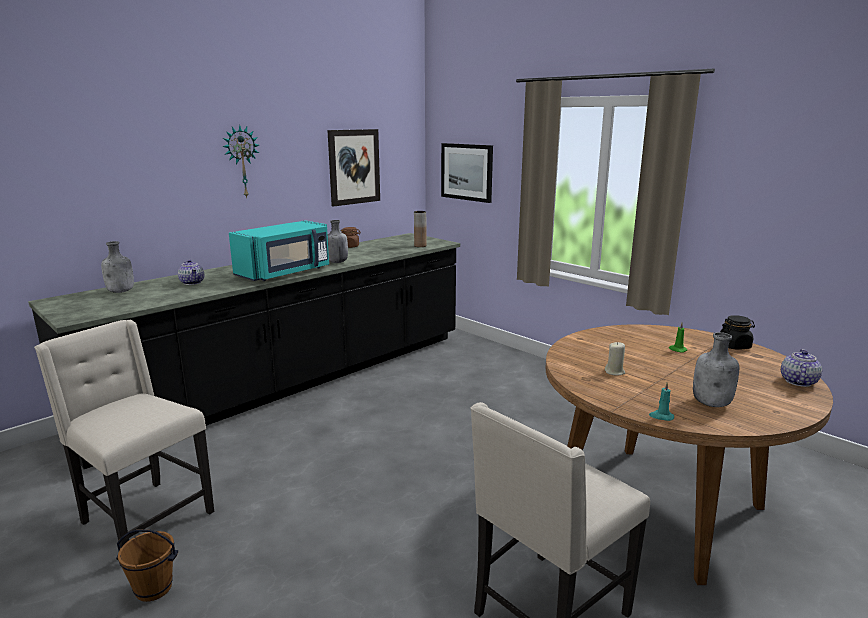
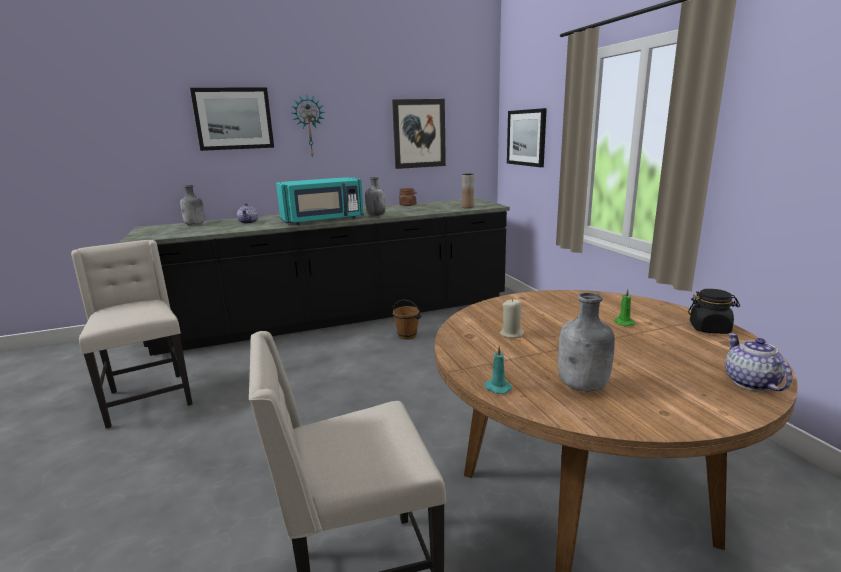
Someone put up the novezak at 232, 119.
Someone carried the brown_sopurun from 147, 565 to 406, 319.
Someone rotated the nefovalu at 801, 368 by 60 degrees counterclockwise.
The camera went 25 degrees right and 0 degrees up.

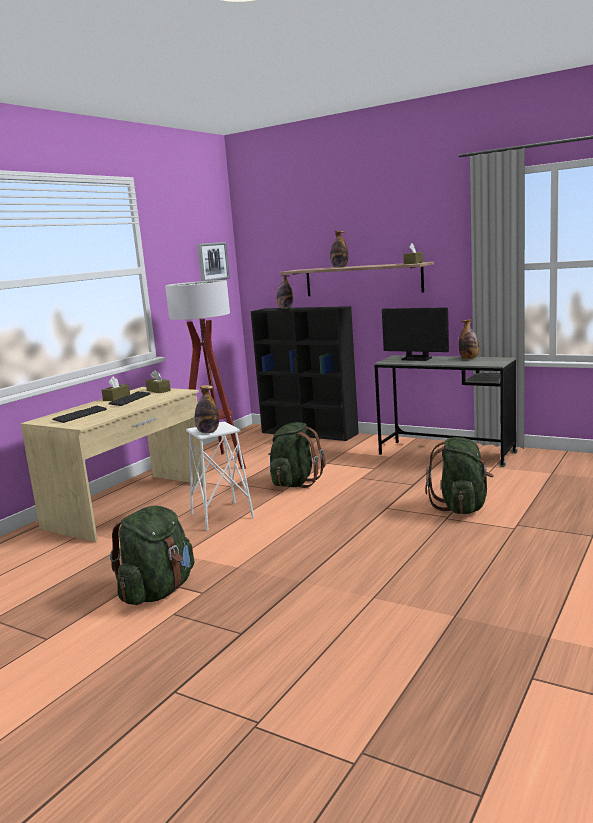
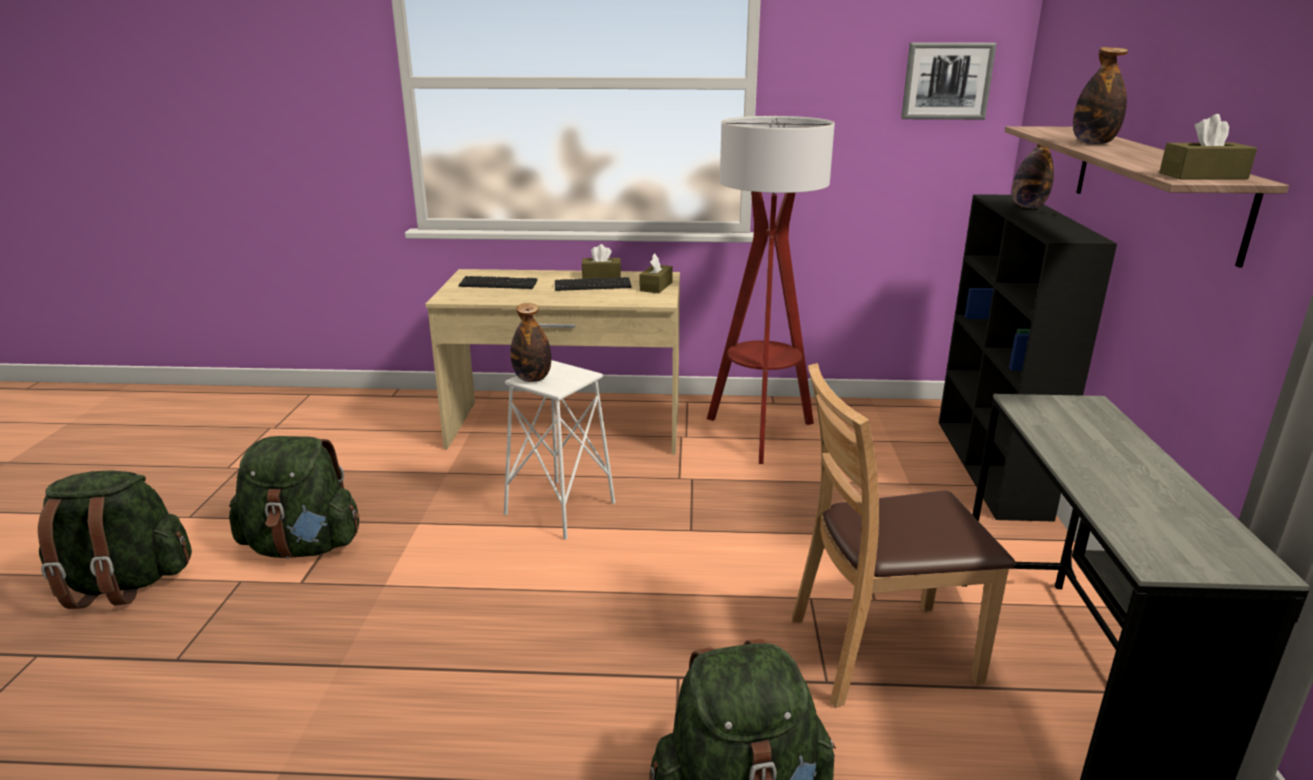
Someone carried the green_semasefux from 297, 455 to 115, 539.
Someone put down the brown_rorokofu at 903, 535.
Someone took away the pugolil at 415, 334.
Someone took away the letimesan at 469, 339.
The camera went 60 degrees right and 10 degrees up.

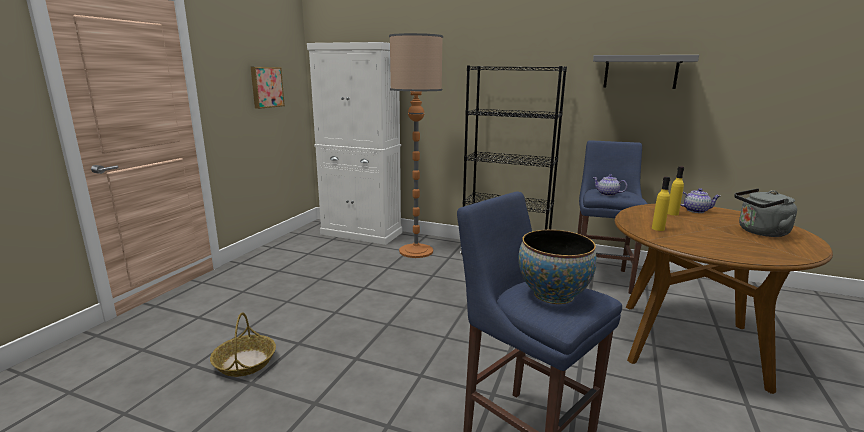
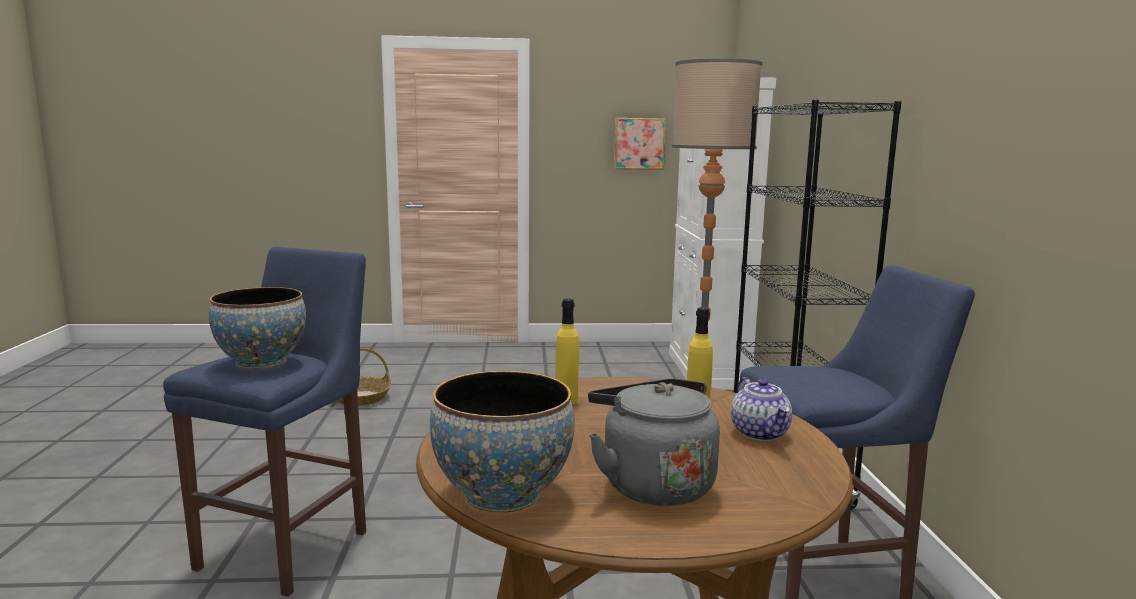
Someone put down the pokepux at 502, 442.
Someone took away the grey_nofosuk at 646, 72.
Someone took away the nefovalu at 610, 185.
The camera went 65 degrees right and 5 degrees down.

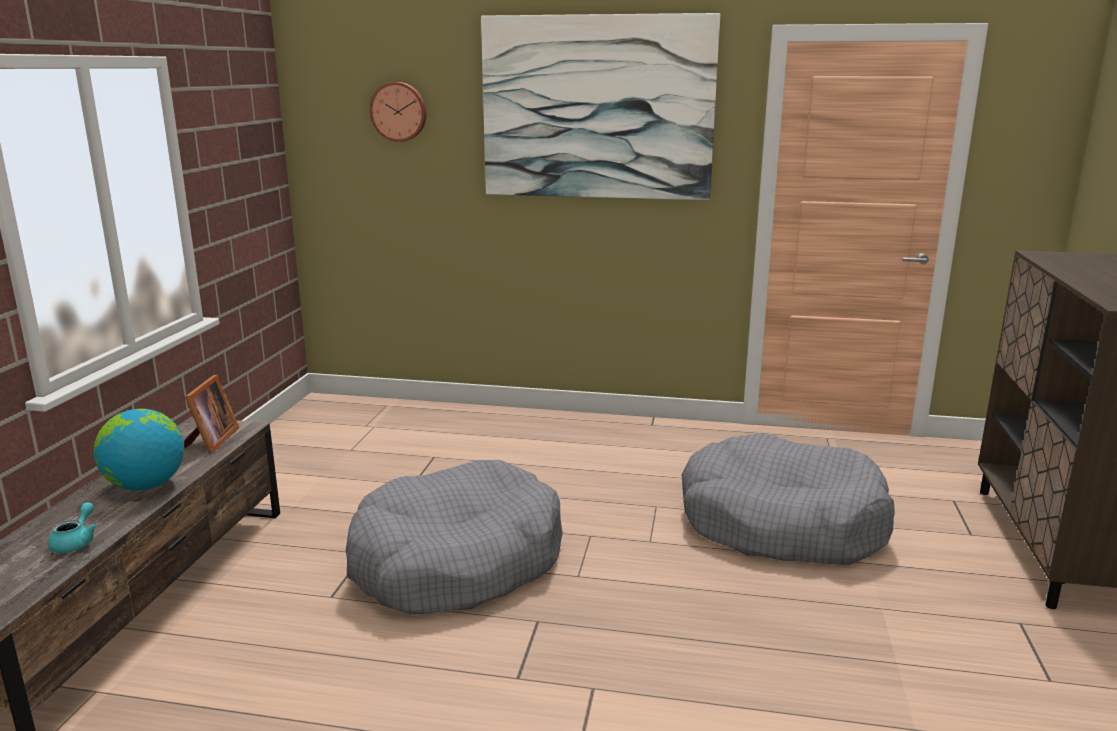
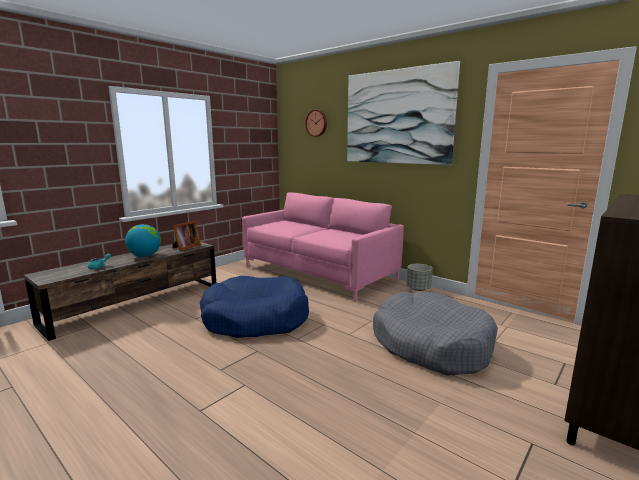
Someone repainted the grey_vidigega at 454, 537, which became the blue_vidigega at 254, 307.
Someone put down the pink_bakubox at 323, 247.
Someone put down the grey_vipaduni at 419, 277.
The camera went 30 degrees right and 5 degrees down.

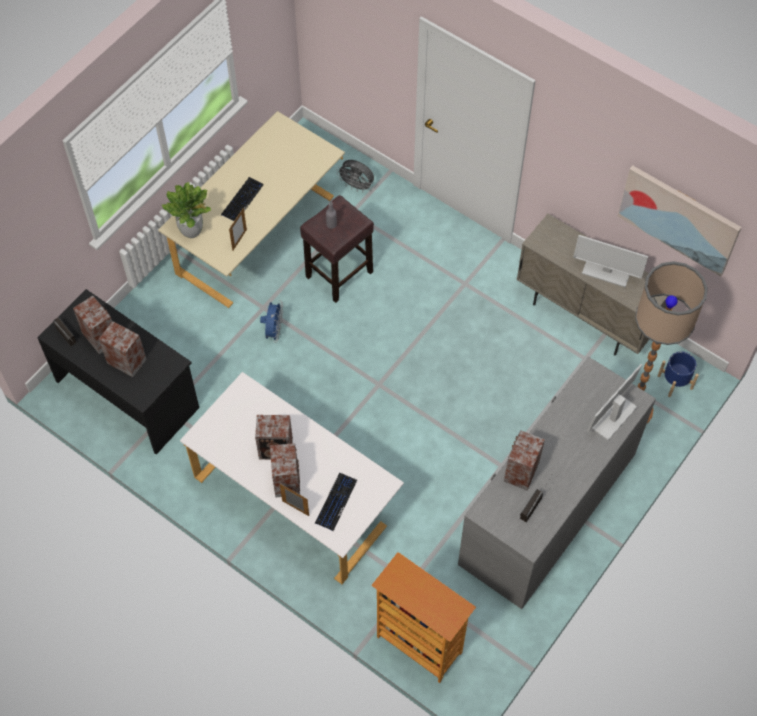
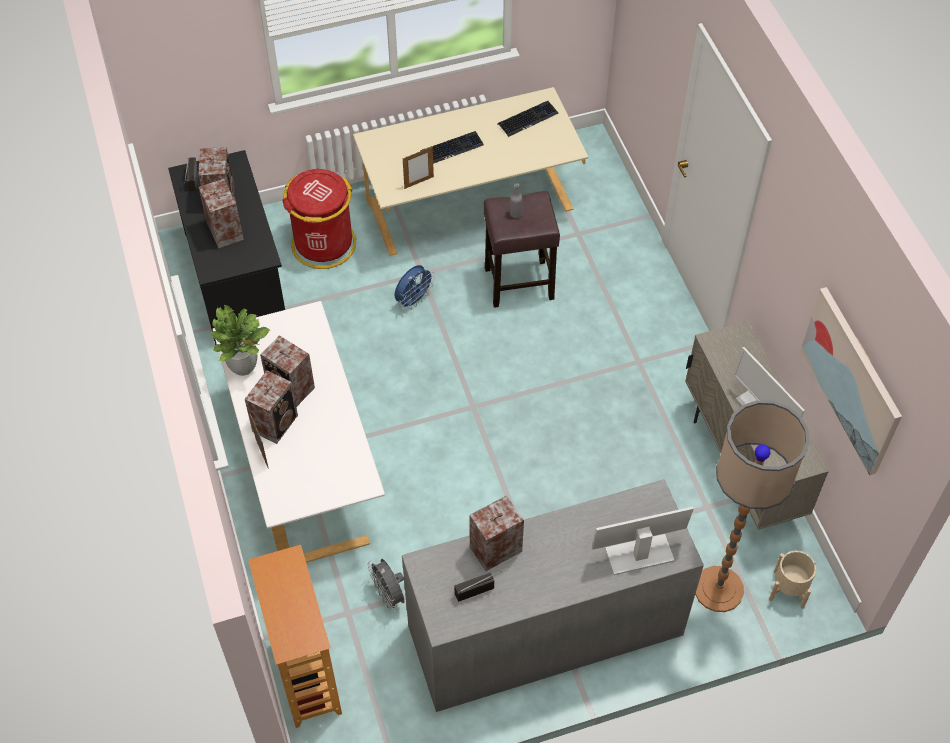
Someone carried the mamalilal from 186, 210 to 240, 340.
Someone put down the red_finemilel at 319, 219.
Someone carried the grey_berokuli from 355, 176 to 385, 585.
Someone carried the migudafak from 336, 502 to 527, 119.
Someone repainted the blue_vipaduni at 678, 374, which became the beige_vipaduni at 792, 580.
The camera went 35 degrees right and 5 degrees down.

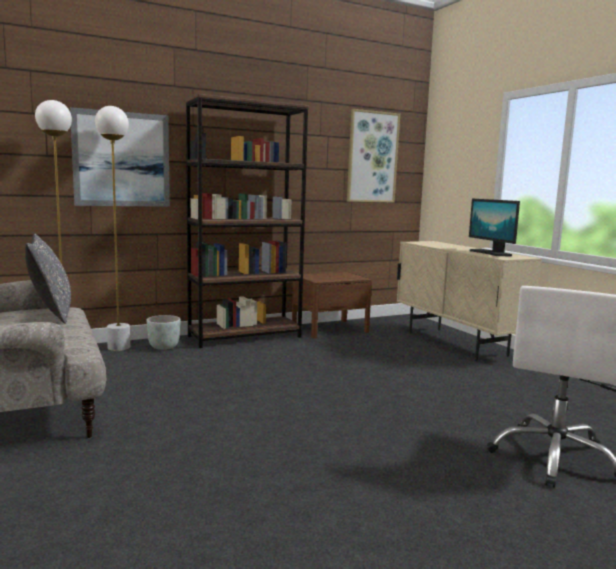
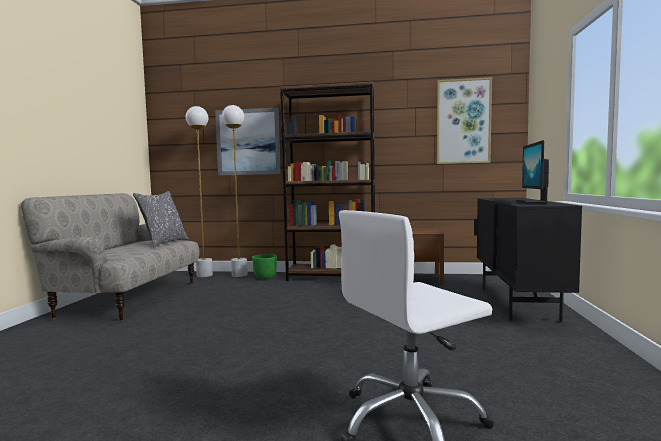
Someone repainted the grey_vipaduni at 163, 332, which became the green_vipaduni at 264, 266.
Someone repainted the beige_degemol at 469, 301, which became the black_degemol at 528, 260.
The camera went 35 degrees right and 5 degrees down.

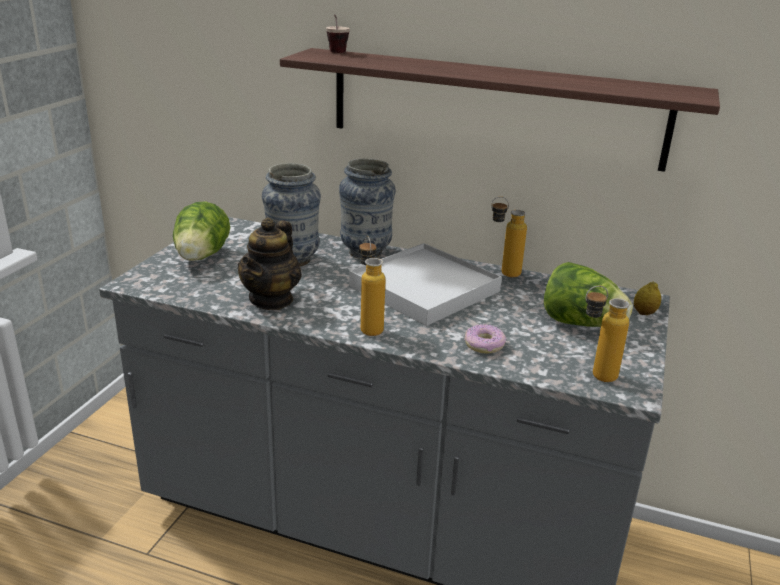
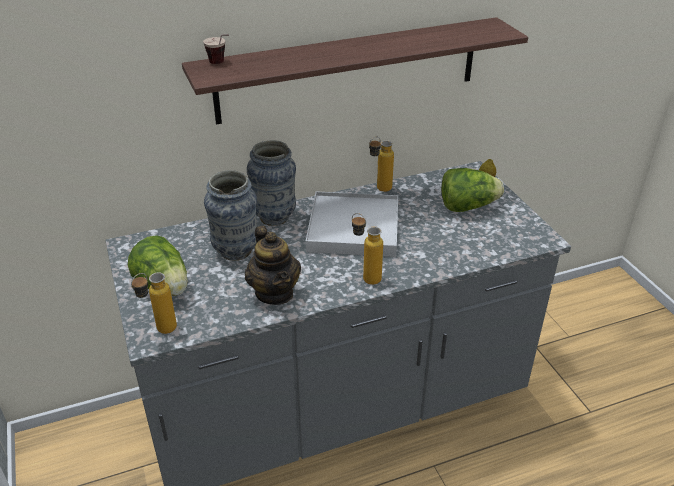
Someone carried the letimesan from 607, 334 to 154, 303.
Someone took away the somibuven at 485, 339.
The camera went 40 degrees left and 10 degrees up.

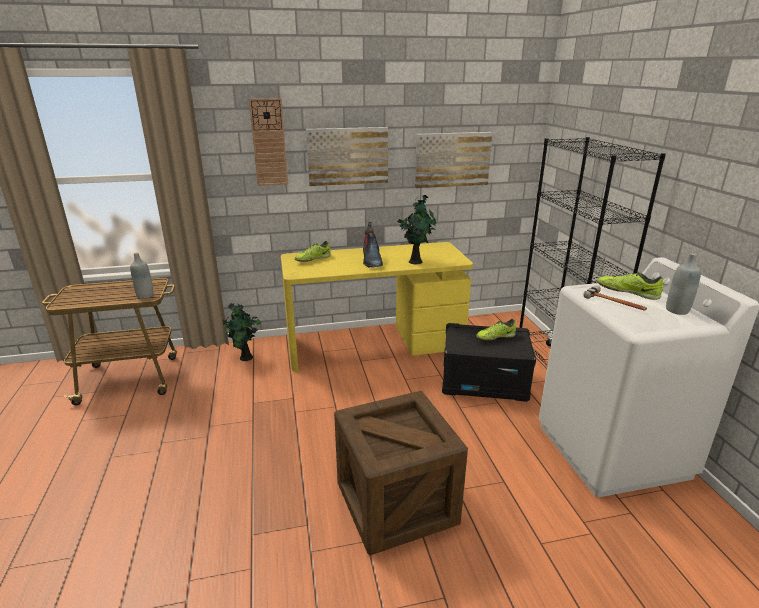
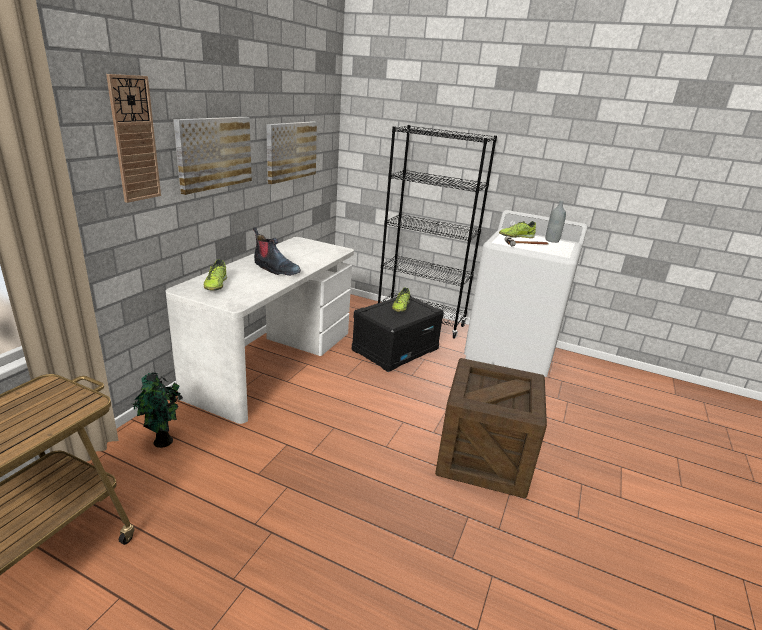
Someone repainted the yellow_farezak at 377, 307, which became the white_farezak at 260, 330.
Someone took away the grey_letimesan at 142, 276.
Someone took away the mamalilal at 416, 229.
The camera went 55 degrees left and 0 degrees up.

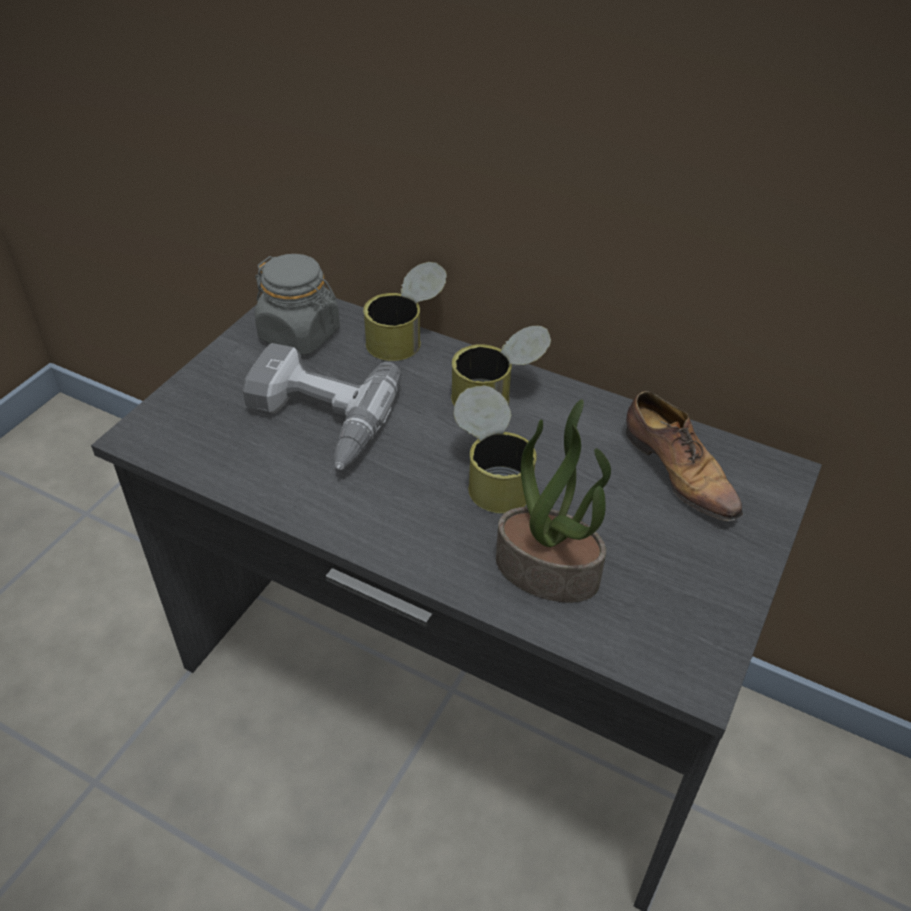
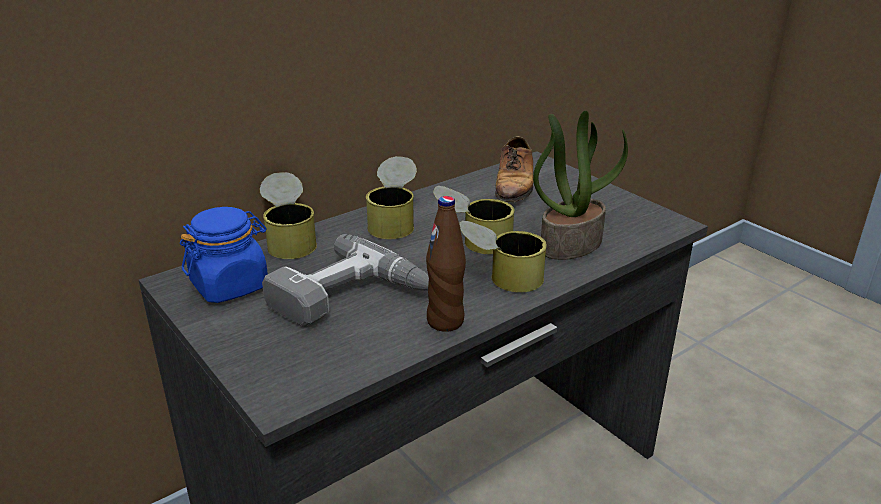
Someone repainted the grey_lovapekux at 297, 304, which became the blue_lovapekux at 224, 255.
Someone put down the brown_letimesan at 446, 264.
Someone put down the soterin at 503, 256.
Someone rotated the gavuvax at 684, 456 by 105 degrees clockwise.
The camera went 65 degrees left and 15 degrees down.

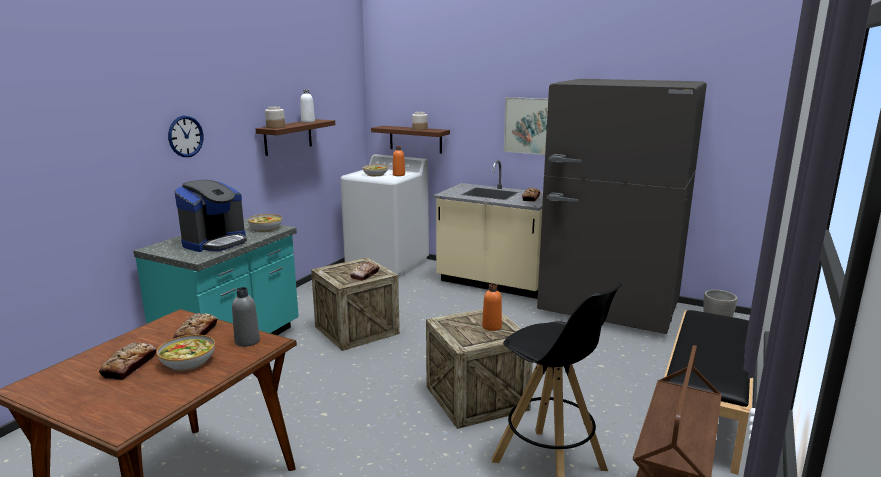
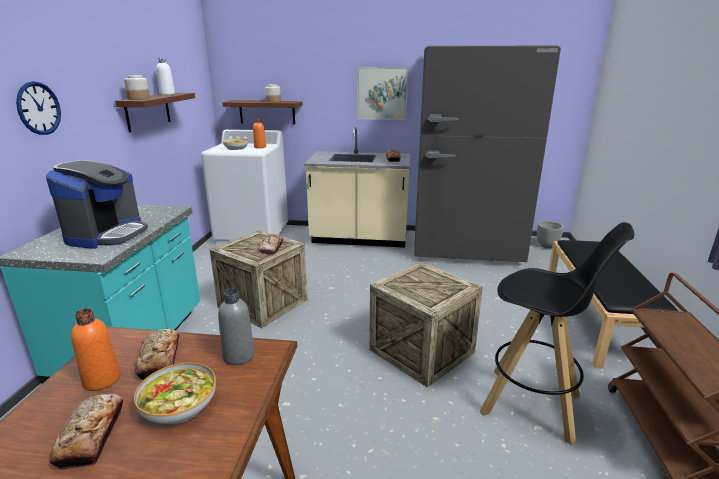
Someone carried the orange_letimesan from 492, 307 to 96, 349.
Someone took away the pokepux at 265, 223.
The camera went 20 degrees left and 5 degrees up.

